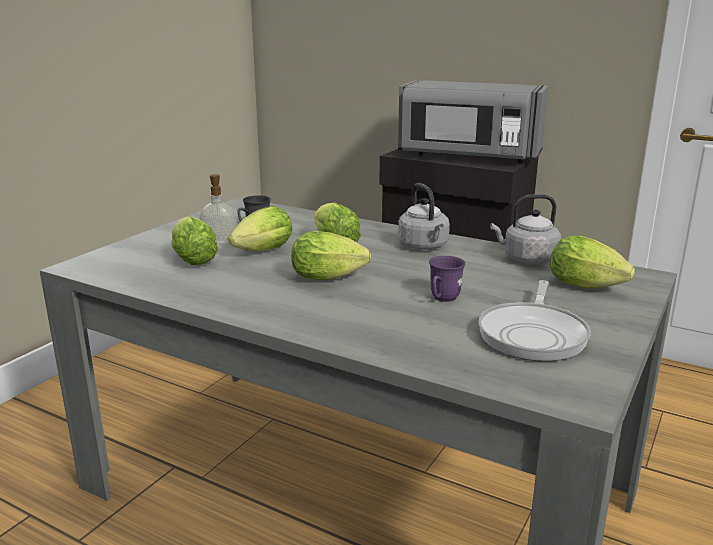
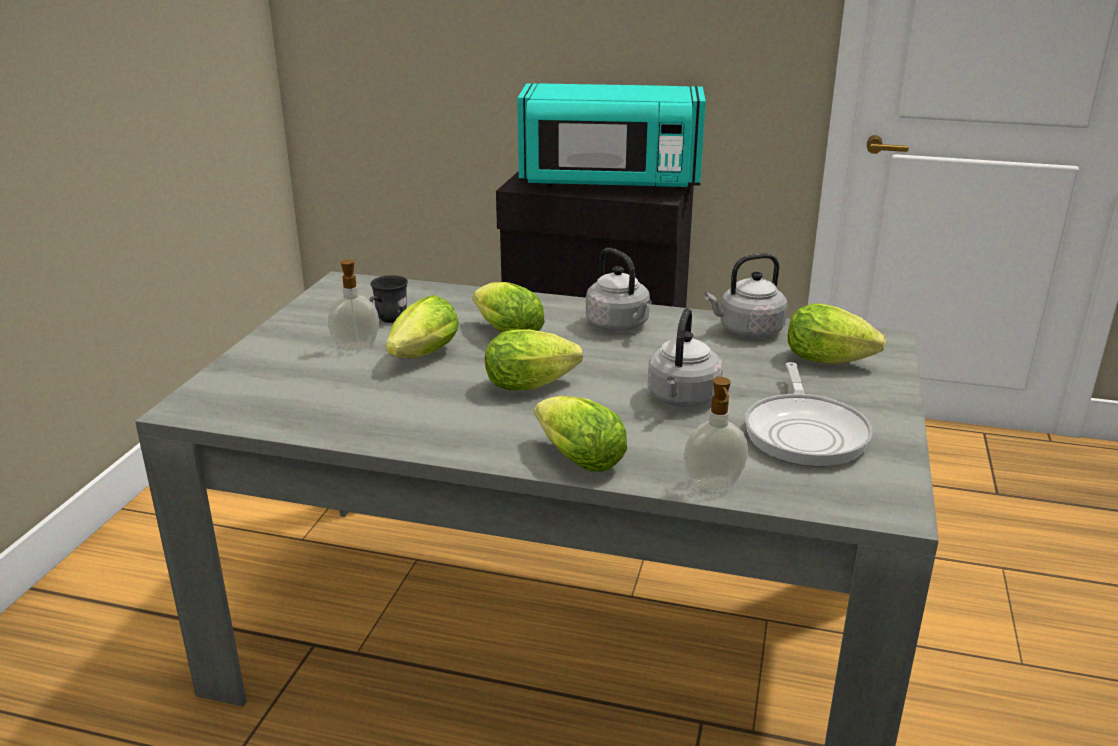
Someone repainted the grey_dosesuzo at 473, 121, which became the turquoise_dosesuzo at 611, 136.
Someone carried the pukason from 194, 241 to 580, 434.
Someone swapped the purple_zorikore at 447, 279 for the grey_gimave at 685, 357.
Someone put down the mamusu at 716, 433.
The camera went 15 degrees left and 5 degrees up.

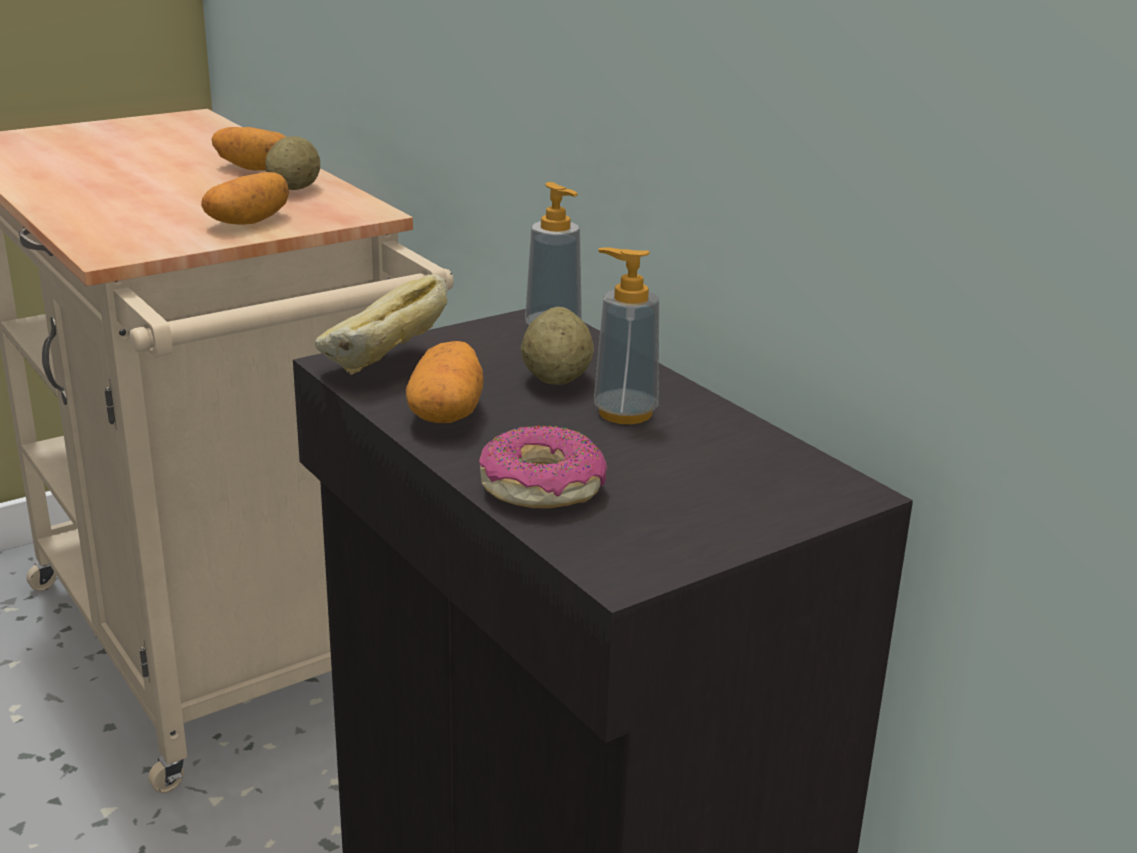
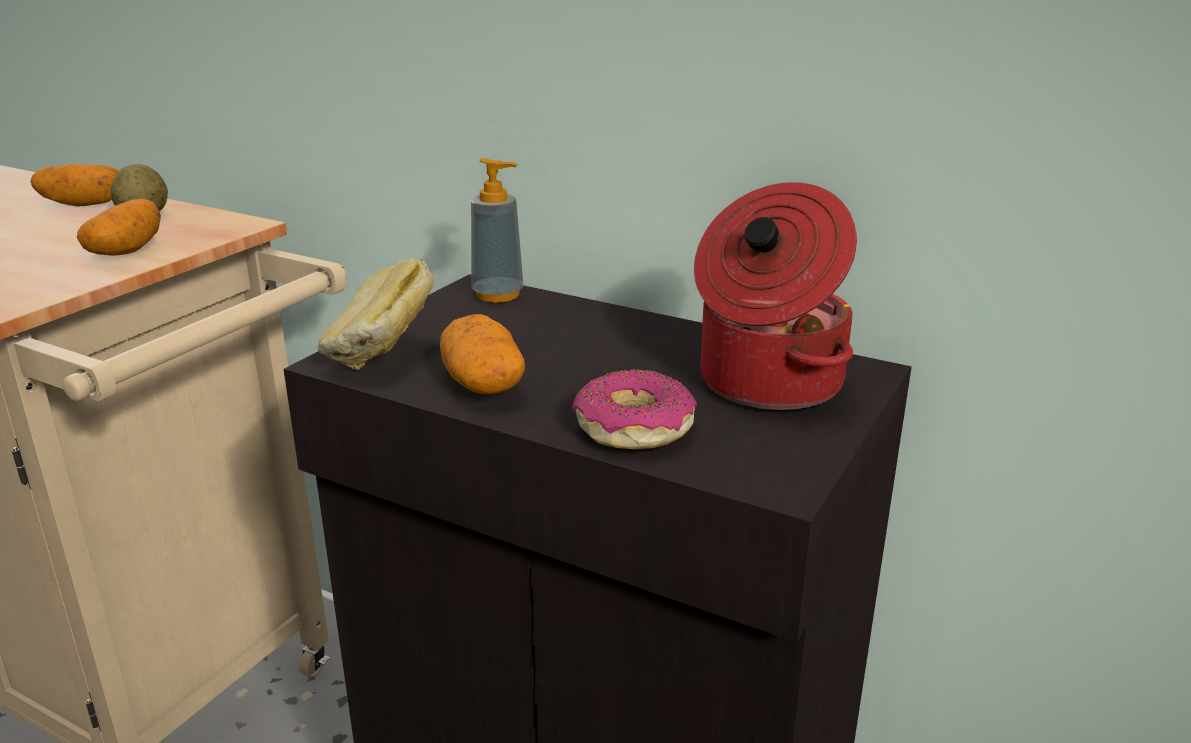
Someone put down the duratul at 775, 296.
Someone took away the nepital at 557, 346.
Someone took away the mamusu at 626, 335.
The camera went 25 degrees left and 0 degrees up.

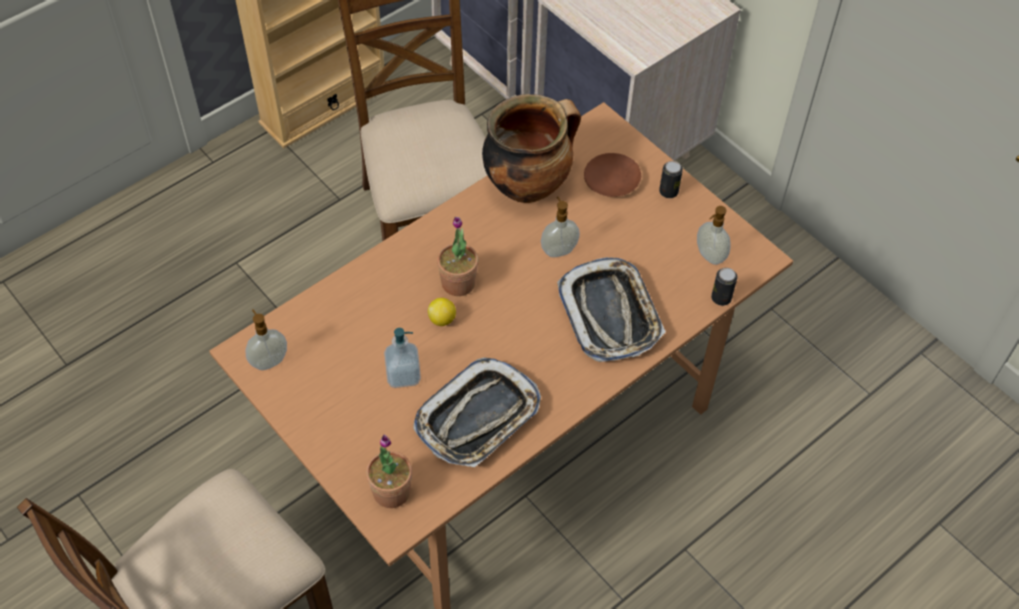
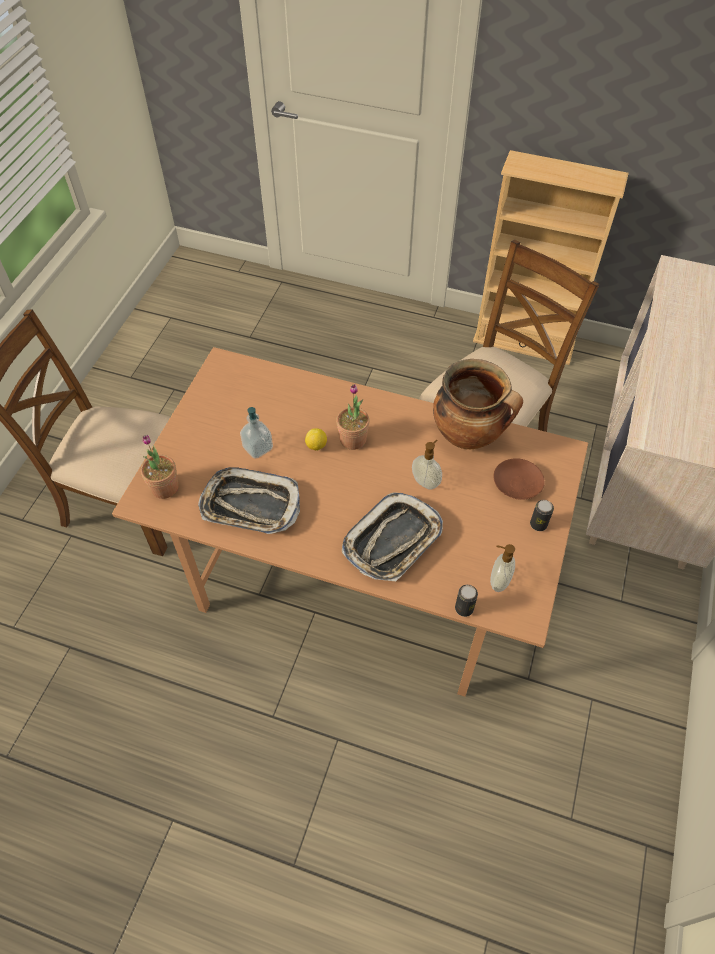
Someone took away the mamusu at 266, 339.
The camera went 60 degrees right and 0 degrees up.

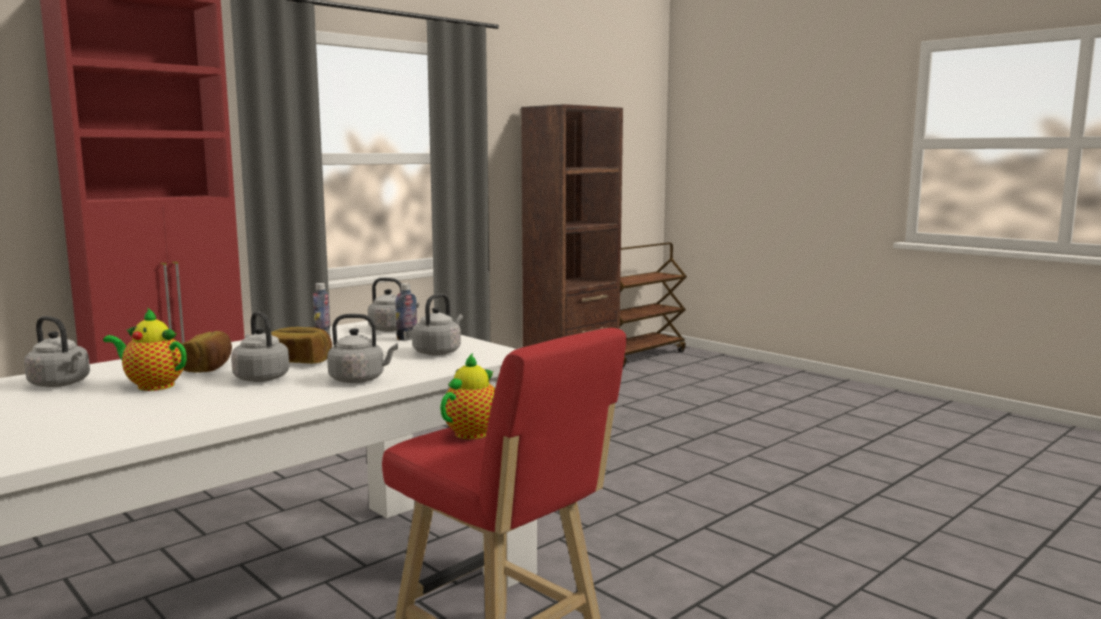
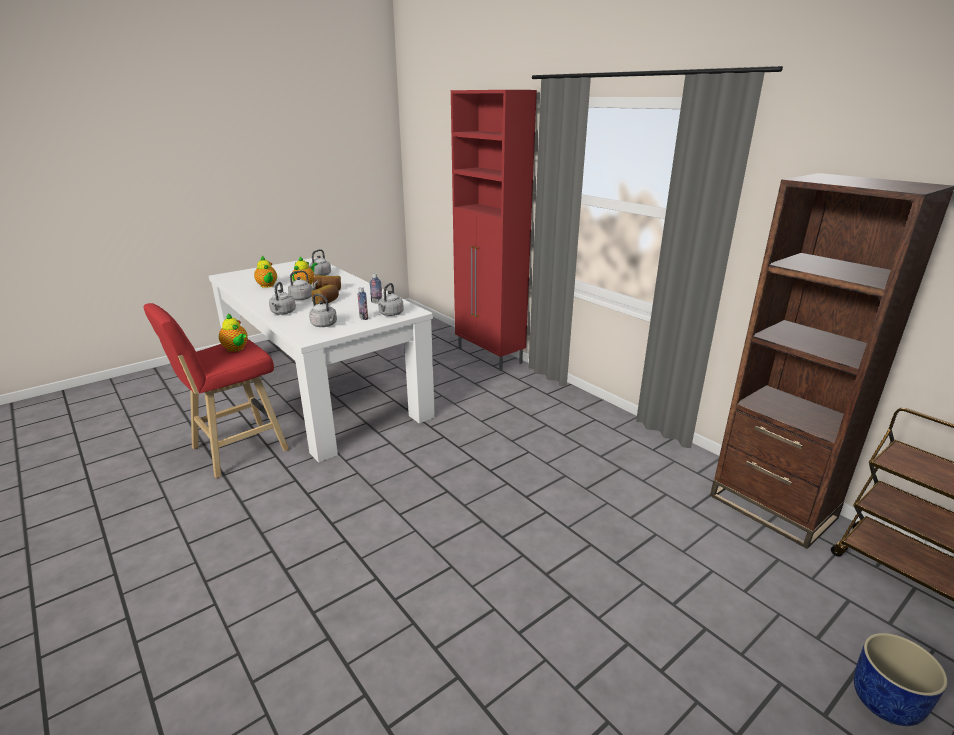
Someone put down the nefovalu at 265, 272.
Someone put down the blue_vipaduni at 901, 679.
The camera went 95 degrees right and 15 degrees up.

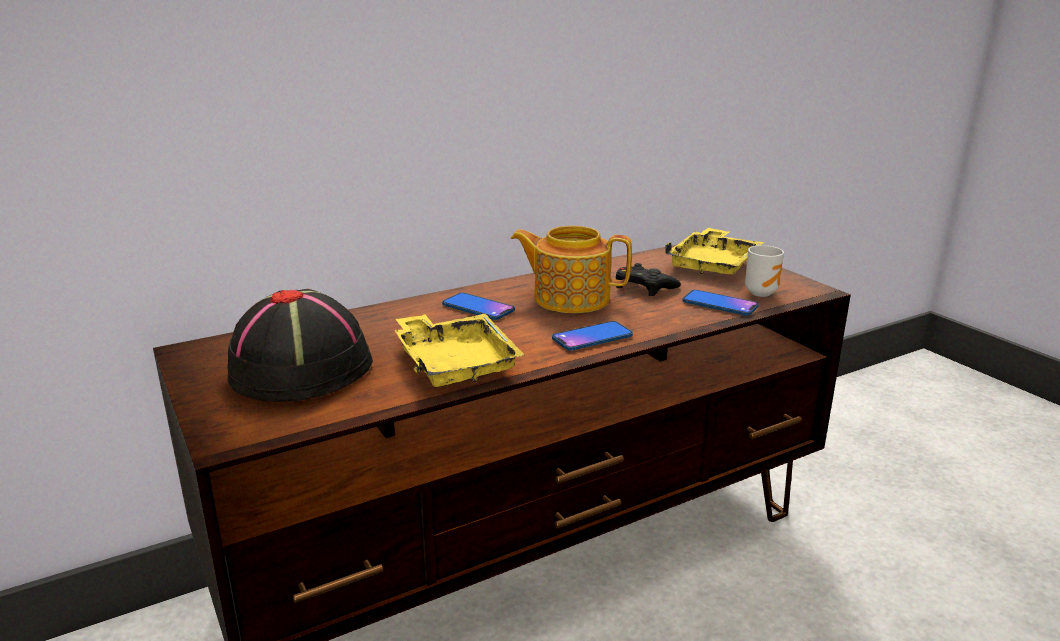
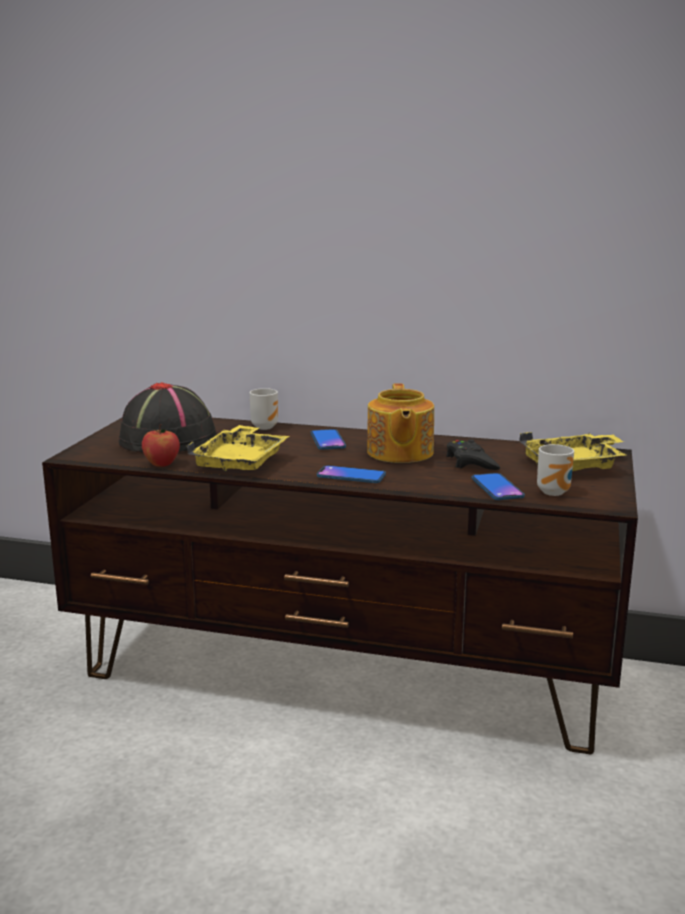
Someone put down the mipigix at 161, 445.
Someone put down the zorikore at 263, 409.
Someone rotated the nefovalu at 571, 269 by 150 degrees counterclockwise.
The camera went 45 degrees right and 5 degrees down.

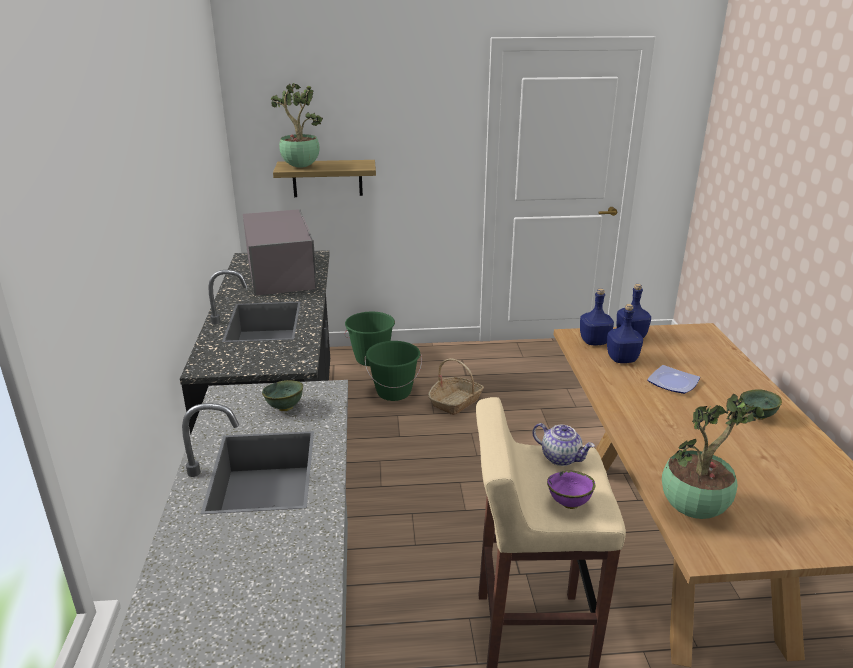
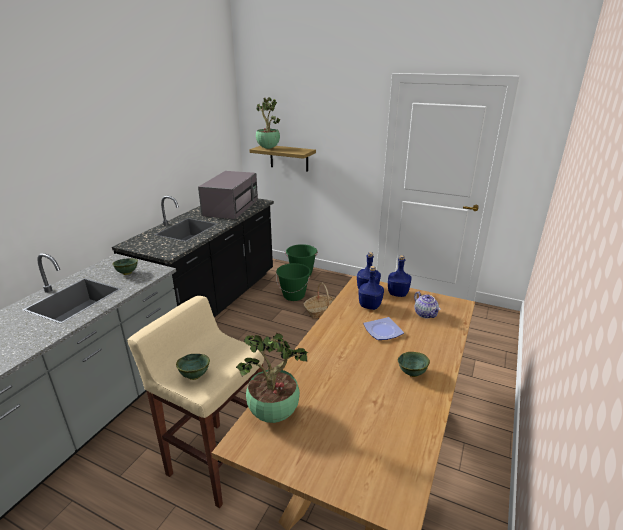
Someone repainted the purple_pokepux at 571, 490, which became the green_pokepux at 193, 367.
Someone carried the nefovalu from 564, 444 to 427, 305.
The camera went 30 degrees right and 0 degrees up.

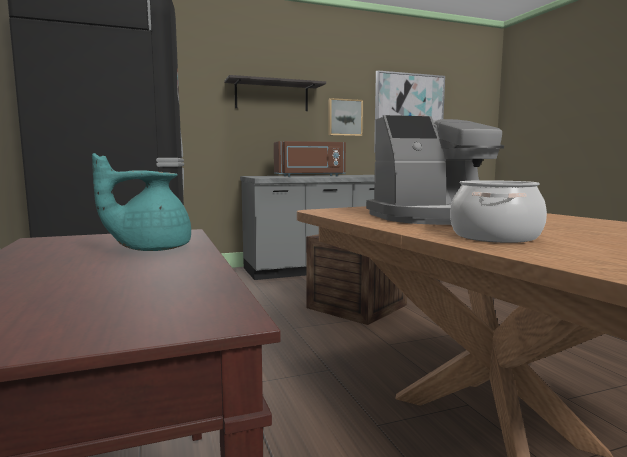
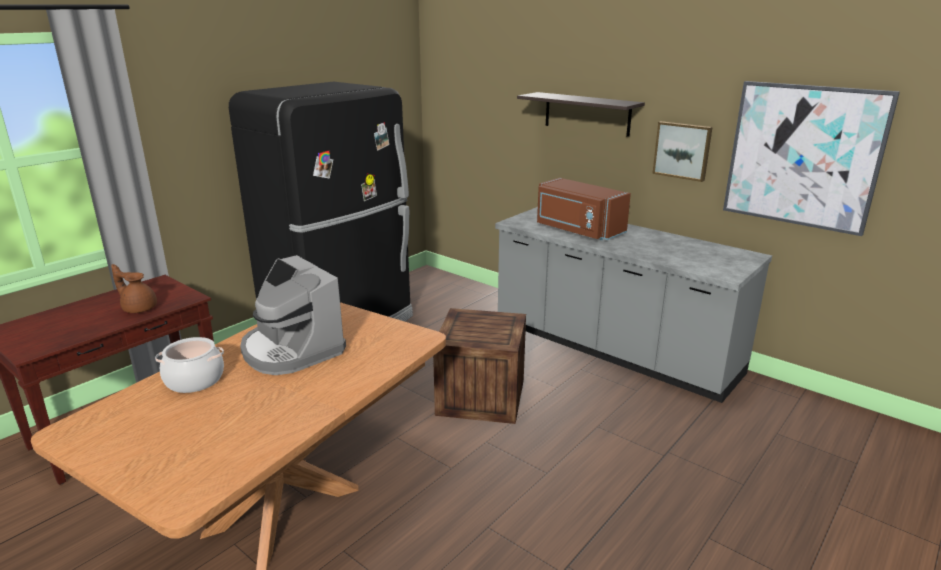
Someone repainted the turquoise_nefovalu at 141, 202, which became the brown_nefovalu at 134, 288.
The camera went 60 degrees right and 15 degrees up.

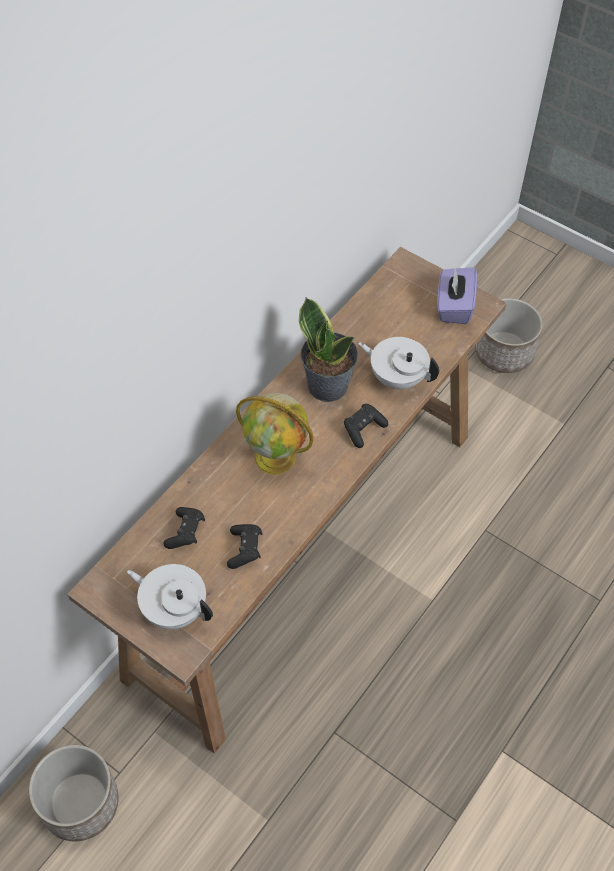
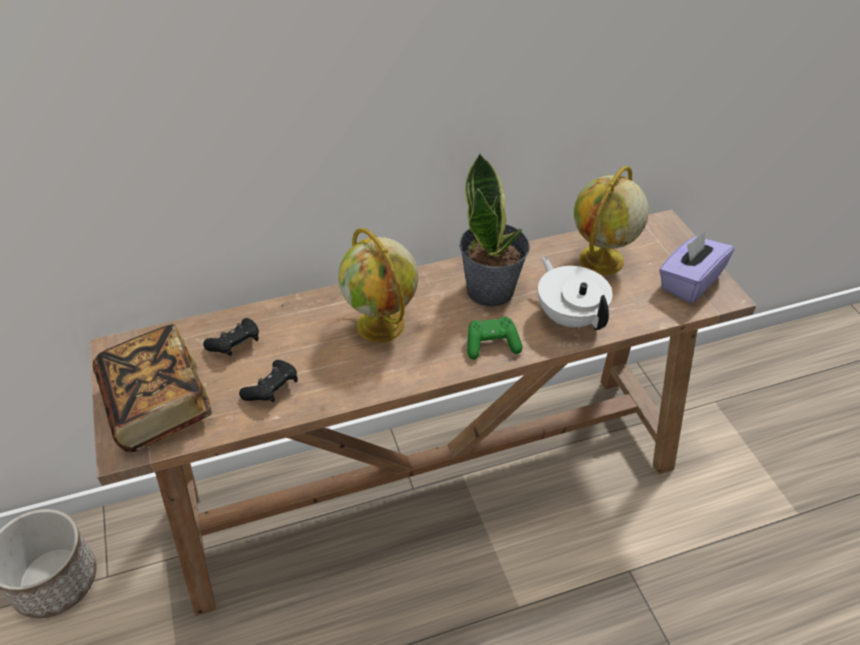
Someone swapped the white_nefovalu at 170, 596 for the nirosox at 152, 388.
Someone repainted the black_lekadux at 366, 426, which became the green_lekadux at 494, 338.
Someone put down the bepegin at 611, 220.
Someone took away the vipaduni at 509, 335.
The camera went 35 degrees right and 10 degrees down.

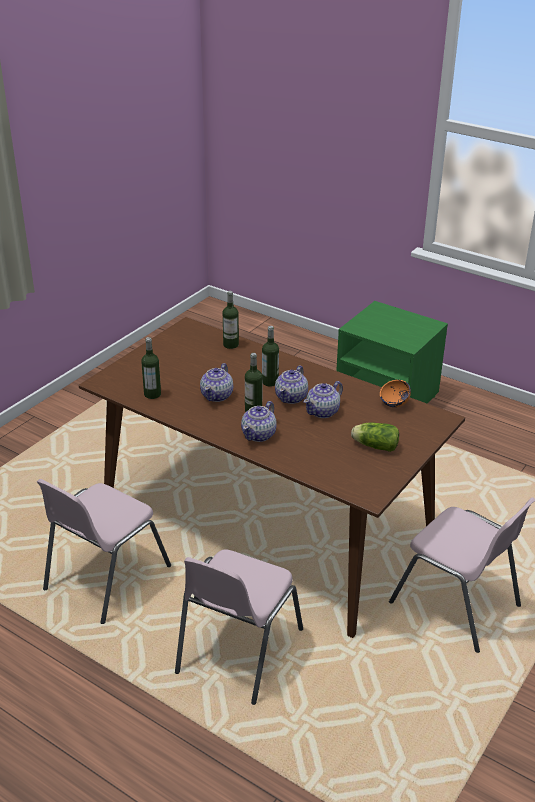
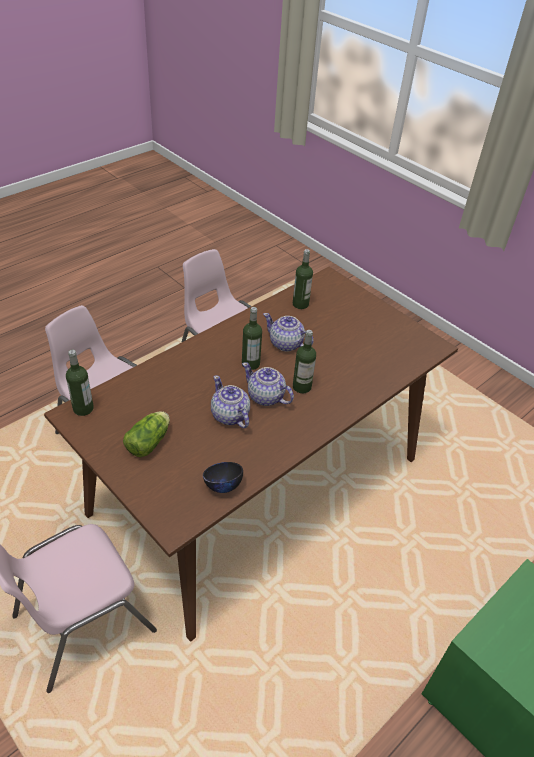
Someone carried the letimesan from 231, 320 to 80, 383.
Someone repainted the orange_pokepux at 395, 393, which became the black_pokepux at 223, 477.
Someone took away the nefovalu at 259, 421.
The camera went 100 degrees right and 10 degrees up.

